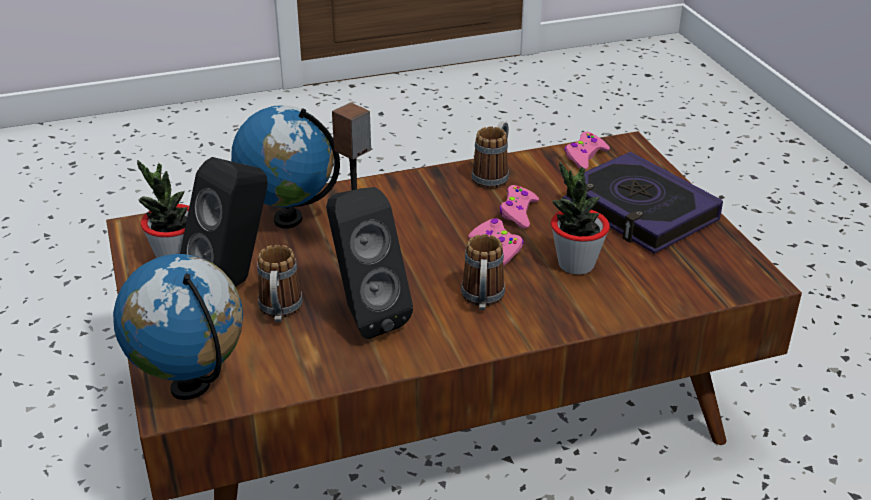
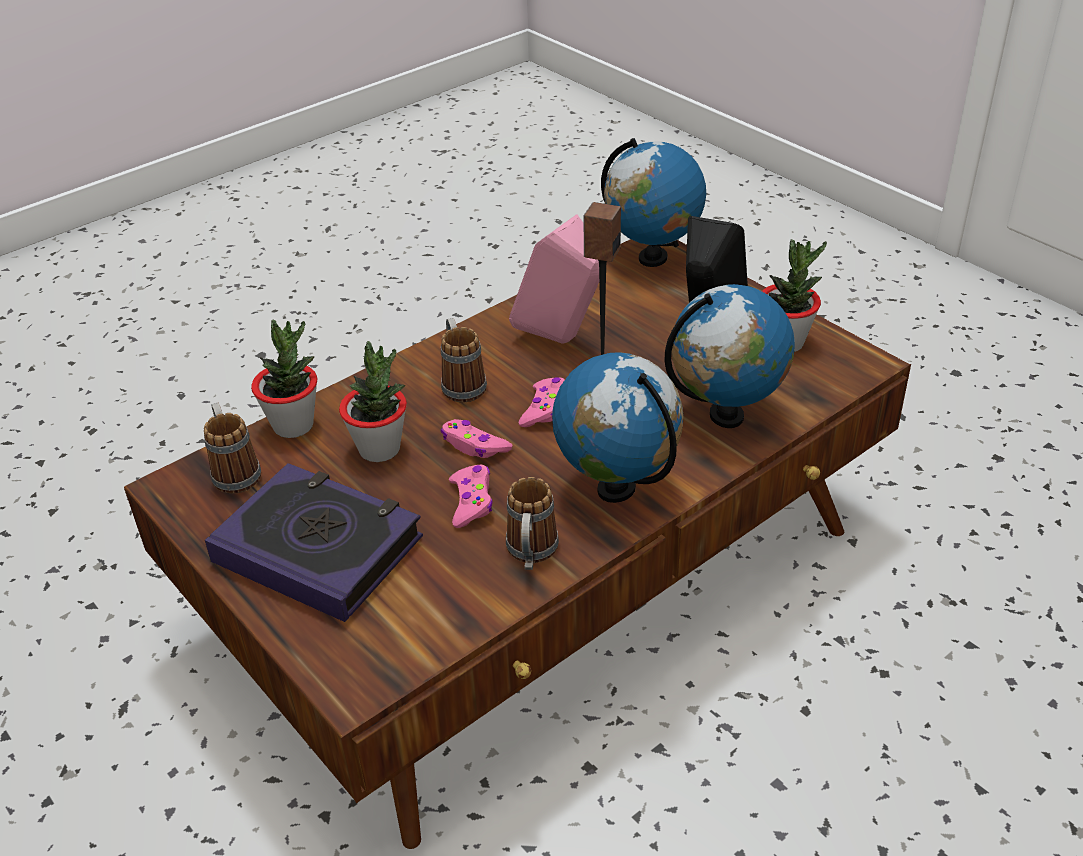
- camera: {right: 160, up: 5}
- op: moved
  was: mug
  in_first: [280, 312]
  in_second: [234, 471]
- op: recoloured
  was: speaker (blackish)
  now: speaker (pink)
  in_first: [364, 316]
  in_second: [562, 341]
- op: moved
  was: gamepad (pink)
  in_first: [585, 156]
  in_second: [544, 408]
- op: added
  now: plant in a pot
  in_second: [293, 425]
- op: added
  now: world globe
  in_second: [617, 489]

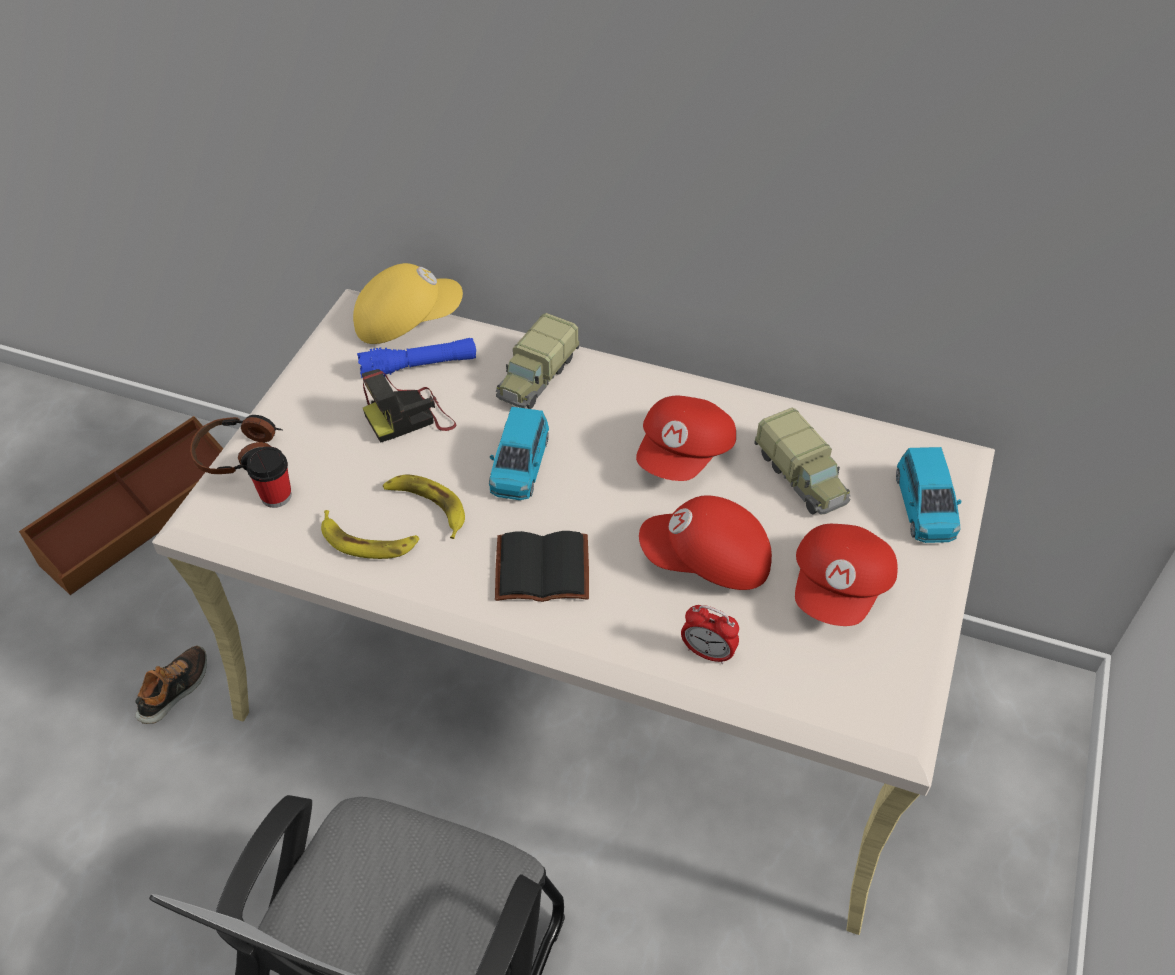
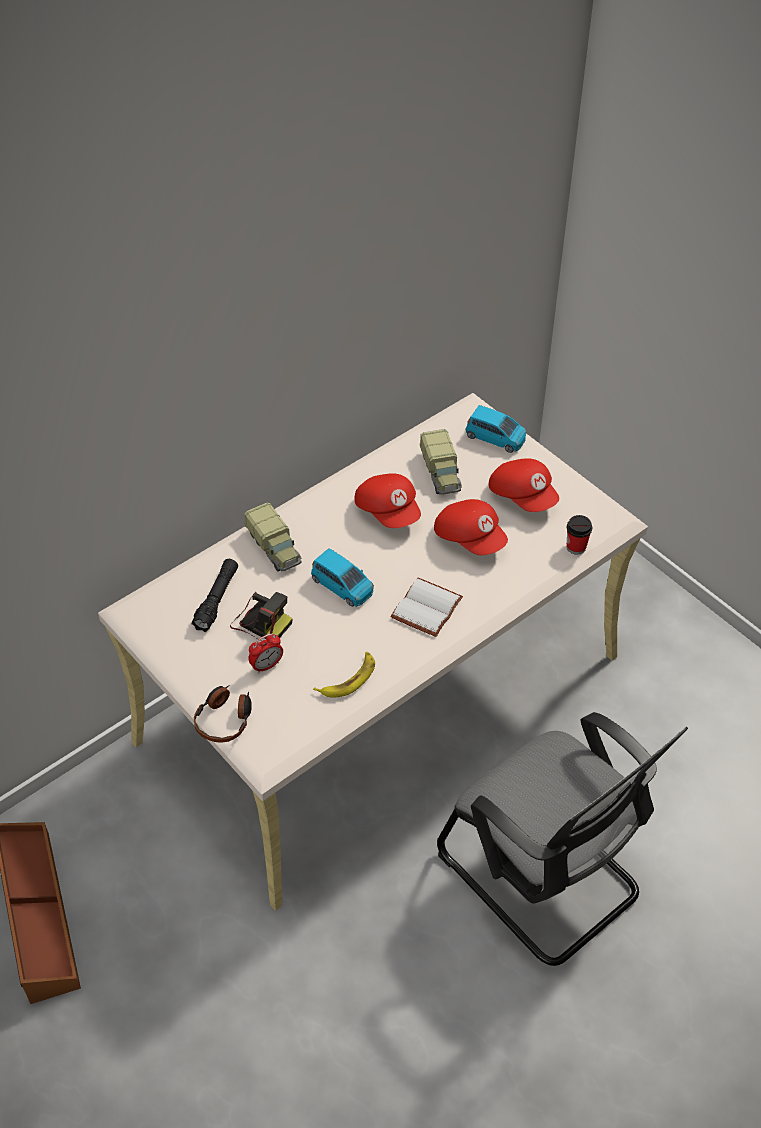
- camera: {right: -60, up: 0}
- op: removed
  was: shoe
  in_first: [175, 689]
- op: moved
  was: small cup
  in_first: [276, 496]
  in_second: [576, 547]
- op: removed
  was: baseball cap (yellowish)
  in_first: [407, 321]
- op: recoloured
  was: hand torch (blue-coloured)
  now: hand torch (blackish)
  in_first: [419, 366]
  in_second: [217, 600]
- op: turned
  was: still camera
  in_first: [410, 418]
  in_second: [260, 621]
  clockwise: -60
- op: removed
  was: whole banana
  in_first: [427, 507]
- op: recoloured
  was: bound book (blackish)
  now: bound book (white)
  in_first: [540, 571]
  in_second: [428, 609]
- op: turned
  was: baseball cap (red-coloured)
  in_first: [707, 562]
  in_second: [470, 538]
  clockwise: -75
- op: moved
  was: alarm clock
  in_first: [707, 653]
  in_second: [266, 665]
- op: turned
  was: toy lorry
  in_first: [801, 477]
  in_second: [441, 473]
  clockwise: 75

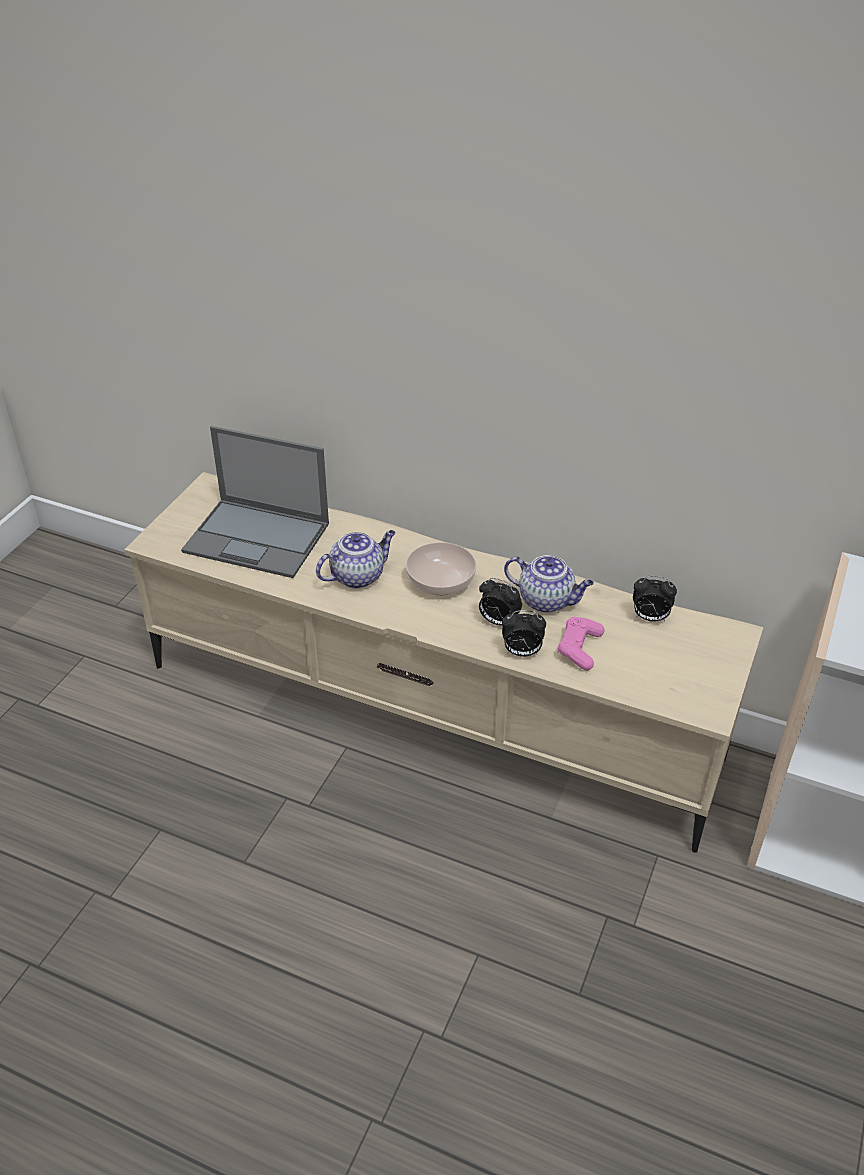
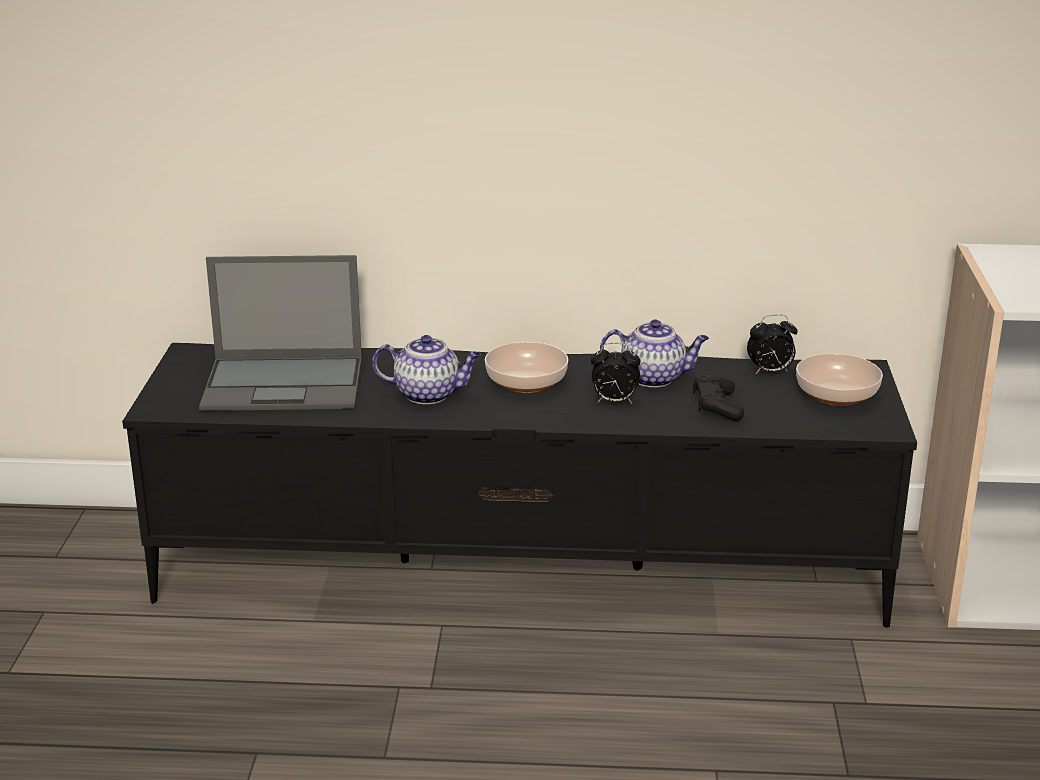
- camera: {right: -20, up: -15}
- op: recoloured
  was: tv unit (sand-coloured)
  now: tv unit (blackish)
  in_first: [433, 708]
  in_second: [521, 569]
- op: turned
  was: pot for tea
  in_first: [358, 576]
  in_second: [429, 394]
  clockwise: 60
- op: removed
  was: alarm clock
  in_first: [521, 652]
- op: recoloured
  was: gamepad (pink)
  now: gamepad (blackish)
  in_first: [579, 648]
  in_second: [717, 407]
- op: added
  now: deep dish
  in_second: [837, 394]

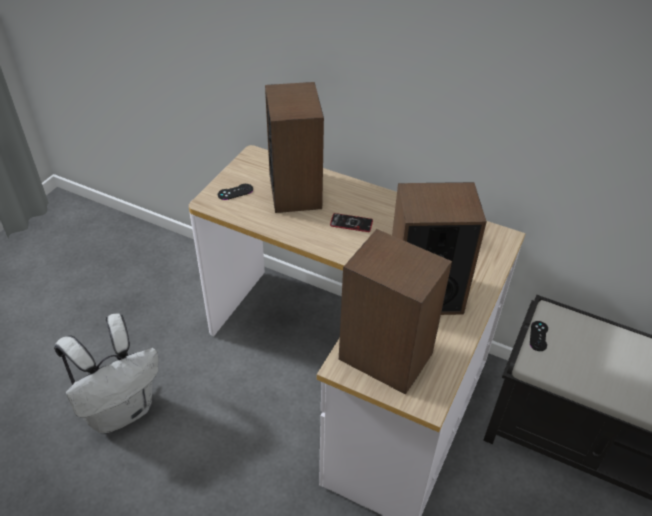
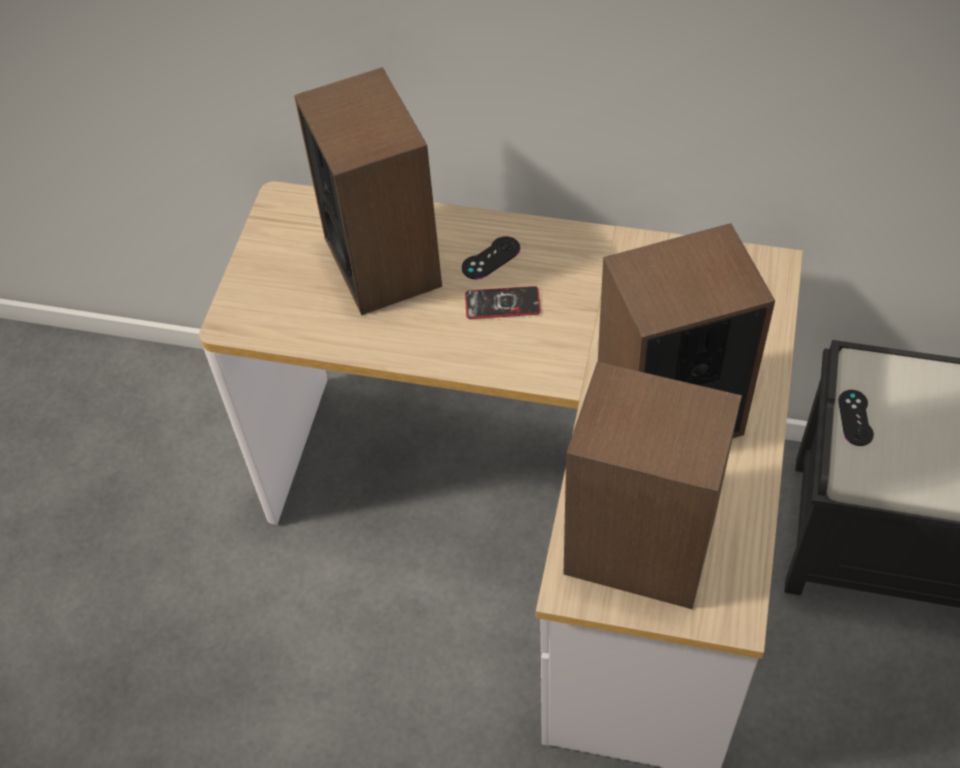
- camera: {right: -10, up: 10}
- op: removed
  was: backpack (white)
  in_first: [121, 409]
- op: moved
  was: gamepad (blackish)
  in_first: [235, 192]
  in_second: [491, 258]

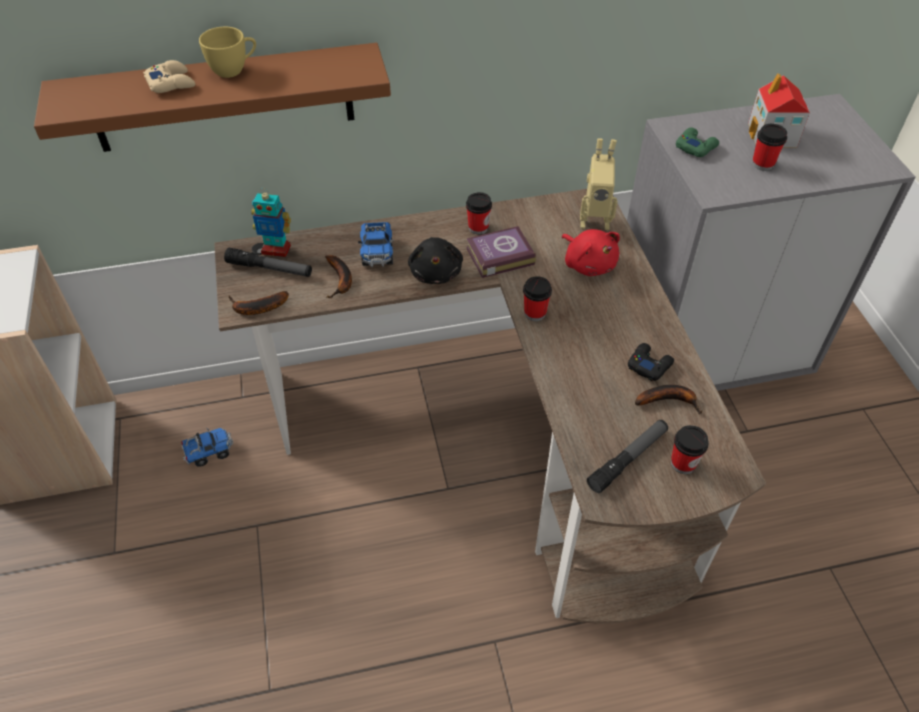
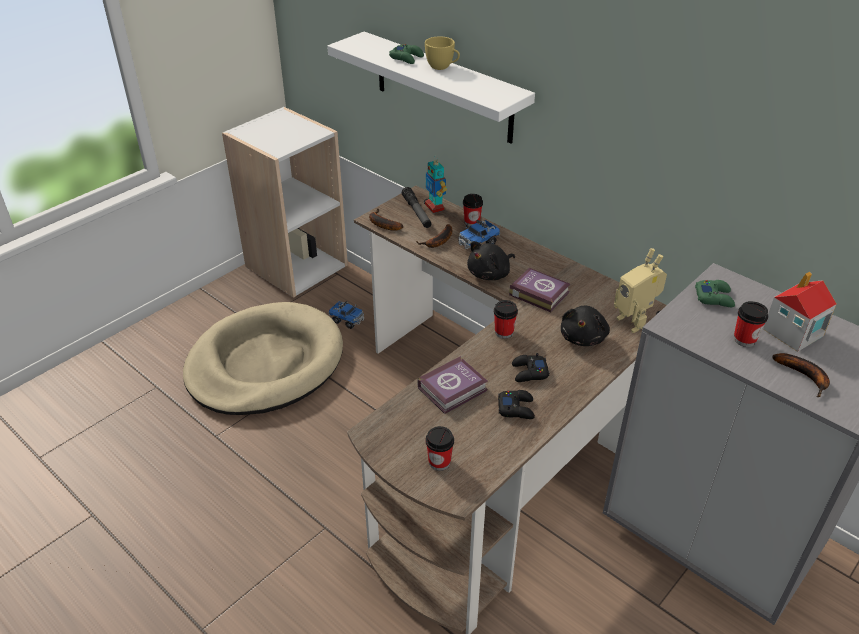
- camera: {right: 55, up: -10}
- op: recoloured
  was: shelf (brown)
  now: shelf (white)
  in_first: [223, 98]
  in_second: [443, 87]
- op: recoloured
  was: gamepad (sand-coloured)
  now: gamepad (greenish)
  in_first: [171, 83]
  in_second: [407, 58]
- op: moved
  was: small cup
  in_first: [478, 227]
  in_second: [472, 222]
- op: recoloured
  was: soft toy (red-coloured)
  now: soft toy (blackish)
  in_first: [588, 264]
  in_second: [583, 337]
- op: removed
  was: hand torch
  in_first: [628, 459]
- op: moved
  was: whole banana
  in_first: [669, 400]
  in_second: [805, 377]
- op: added
  now: dog bed (sand-coloured)
  in_second: [265, 363]
- op: added
  now: bound book
  in_second: [454, 389]
- op: added
  now: gamepad (blackish)
  in_second: [529, 372]

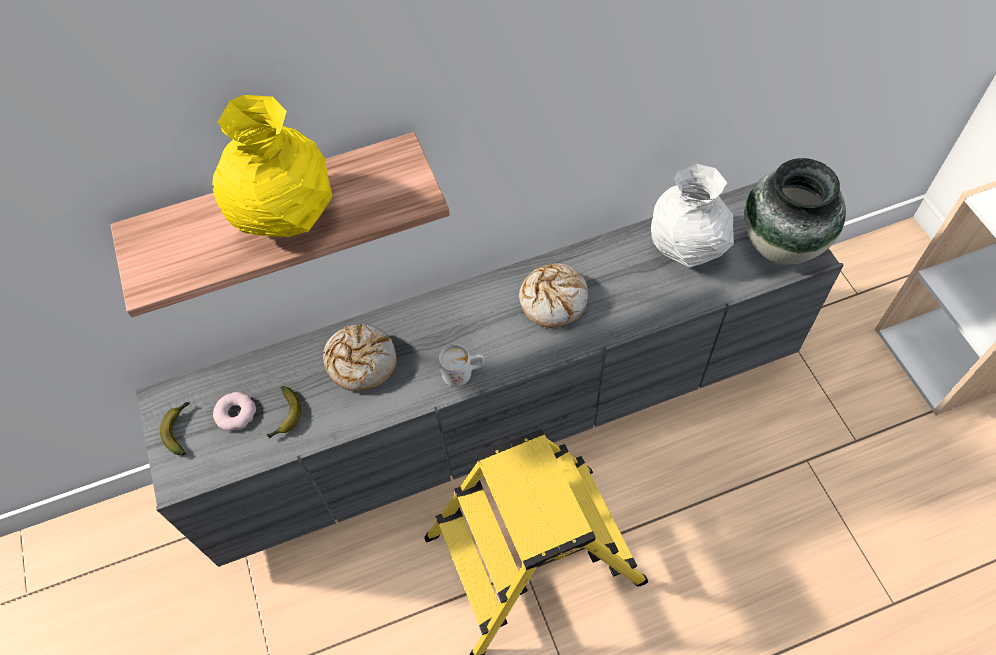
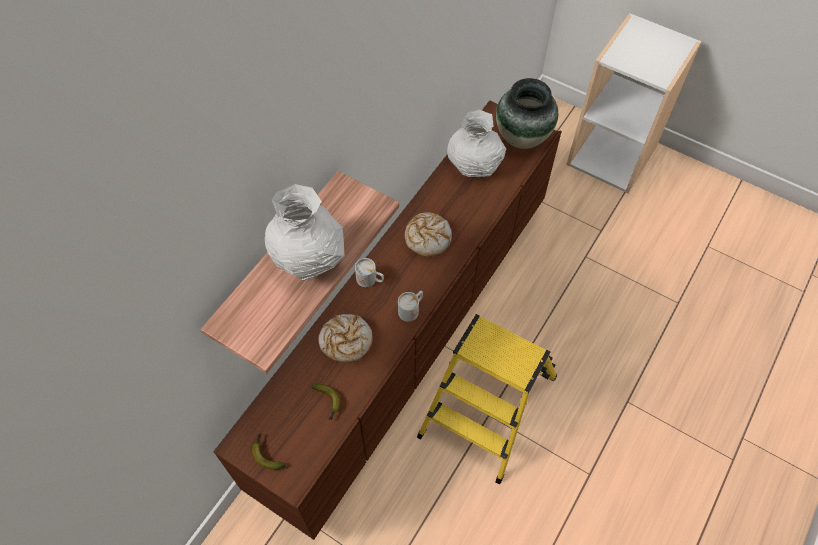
- camera: {right: -40, up: 0}
- op: recoloured
  was: storage cabinet (gray)
  now: storage cabinet (brown)
  in_first: [504, 420]
  in_second: [408, 339]
- op: recoloured
  was: vase (yellowish)
  now: vase (white)
  in_first: [287, 215]
  in_second: [309, 258]
- op: removed
  was: donut
  in_first: [236, 413]
- op: added
  now: mug (white)
  in_second: [370, 280]

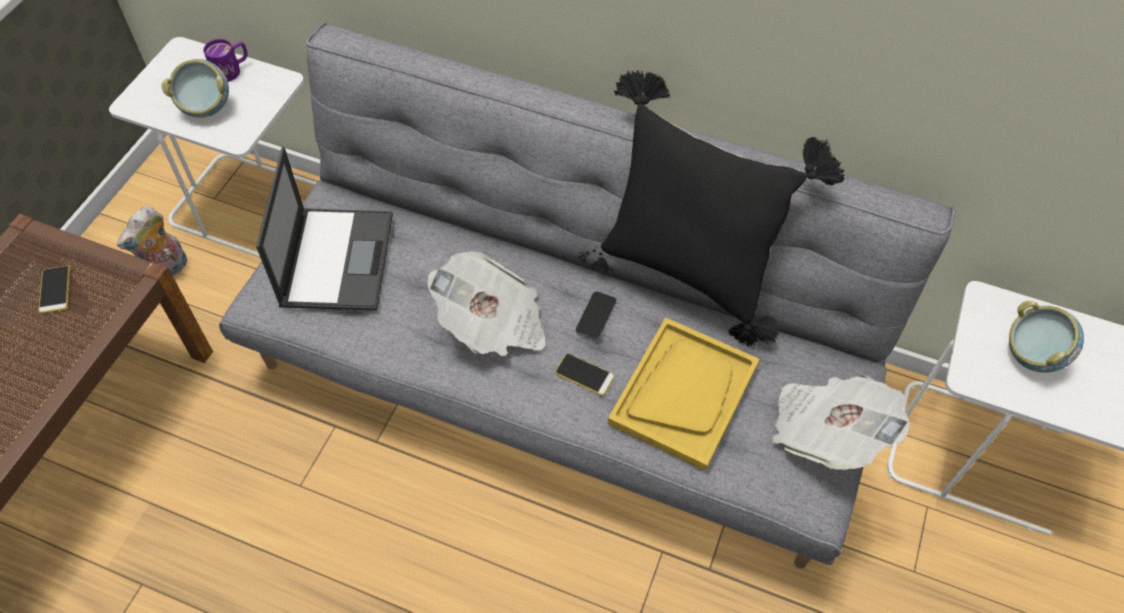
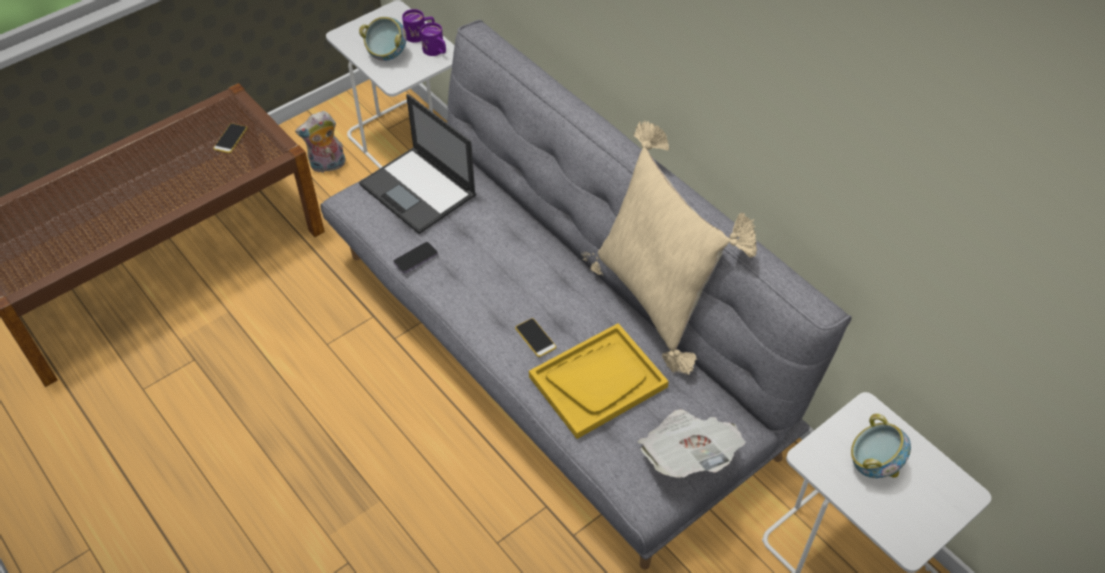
- camera: {right: 30, up: -5}
- op: turned
  was: portable computer
  in_first: [337, 258]
  in_second: [419, 190]
  clockwise: 105
- op: removed
  was: printed paper
  in_first: [492, 324]
- op: recoloured
  was: pillow (blackish)
  now: pillow (sand-coloured)
  in_first: [685, 280]
  in_second: [657, 307]
- op: moved
  was: phone
  in_first: [596, 316]
  in_second: [415, 258]
- op: added
  now: mug (purple-coloured)
  in_second: [436, 51]

